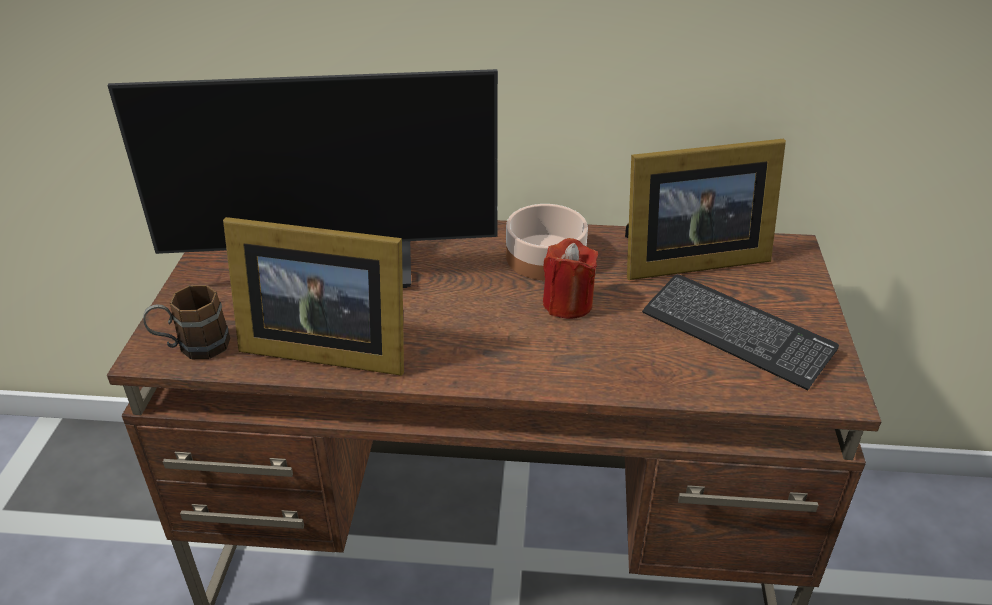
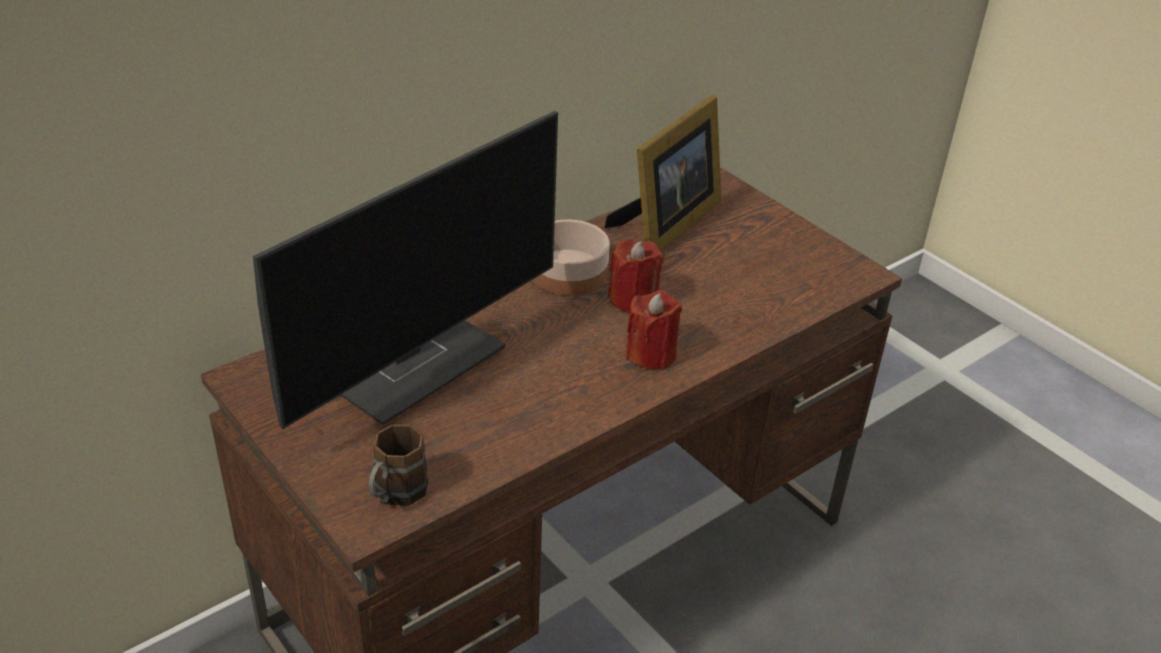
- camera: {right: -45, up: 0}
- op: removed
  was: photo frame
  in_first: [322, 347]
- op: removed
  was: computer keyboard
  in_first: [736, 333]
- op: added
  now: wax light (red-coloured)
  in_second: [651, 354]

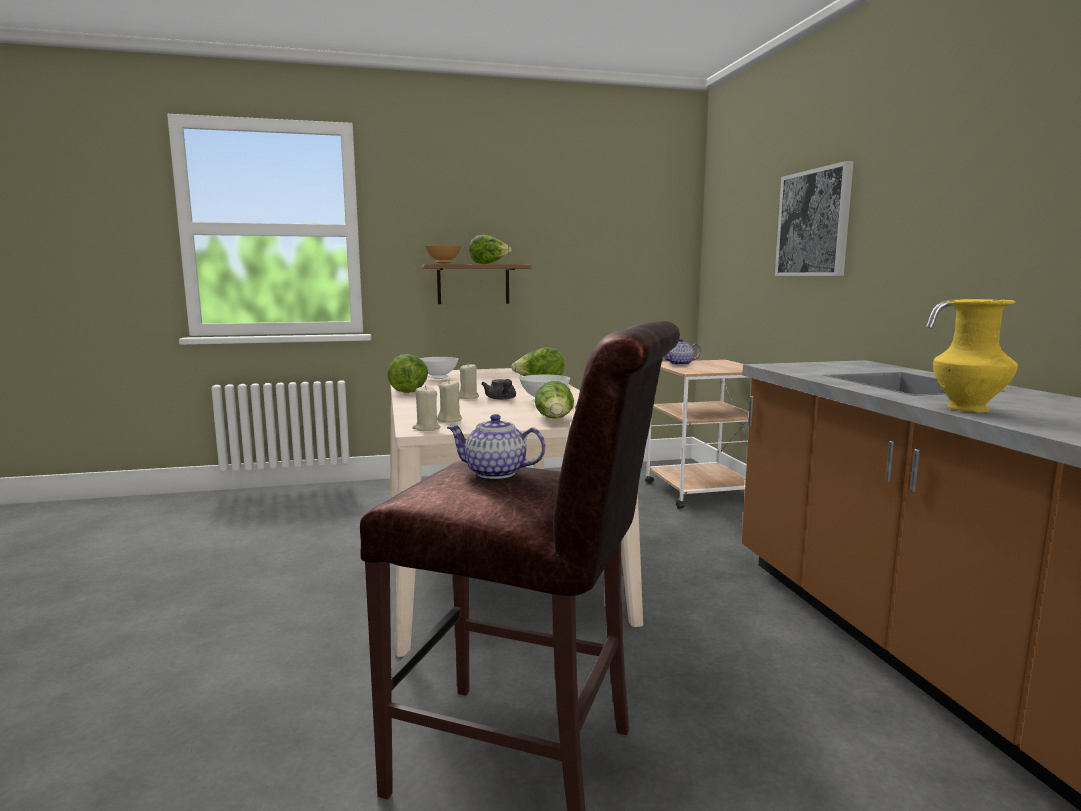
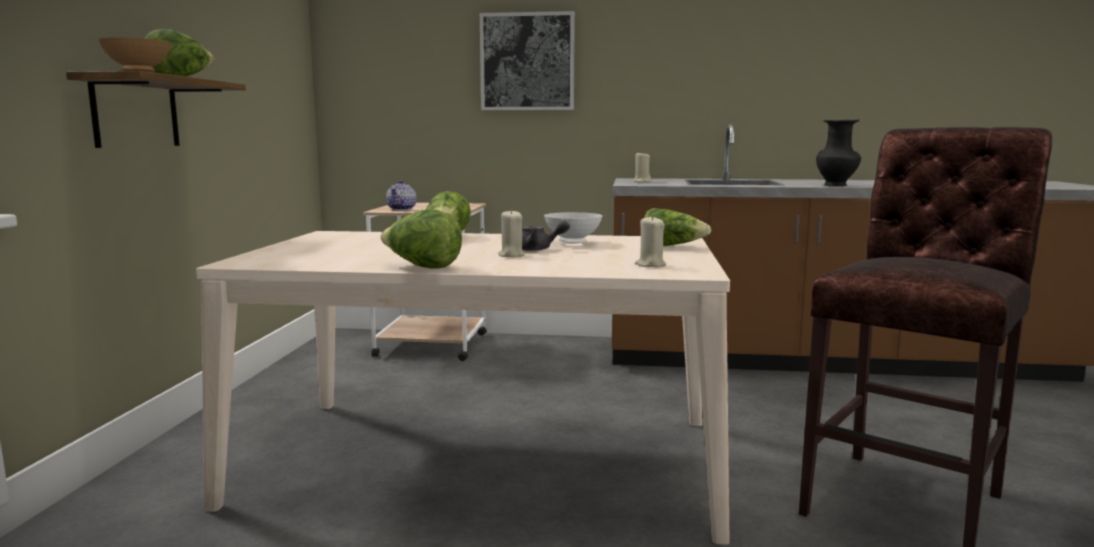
- camera: {right: -70, up: 0}
- op: moved
  was: wax light (sand-coloured)
  in_first: [426, 428]
  in_second: [641, 181]
- op: removed
  was: deep dish (white)
  in_first: [438, 378]
- op: removed
  was: pot for tea
  in_first: [496, 473]
- op: recoloured
  was: vase (yellowish)
  now: vase (blackish)
  in_first: [969, 409]
  in_second: [836, 185]

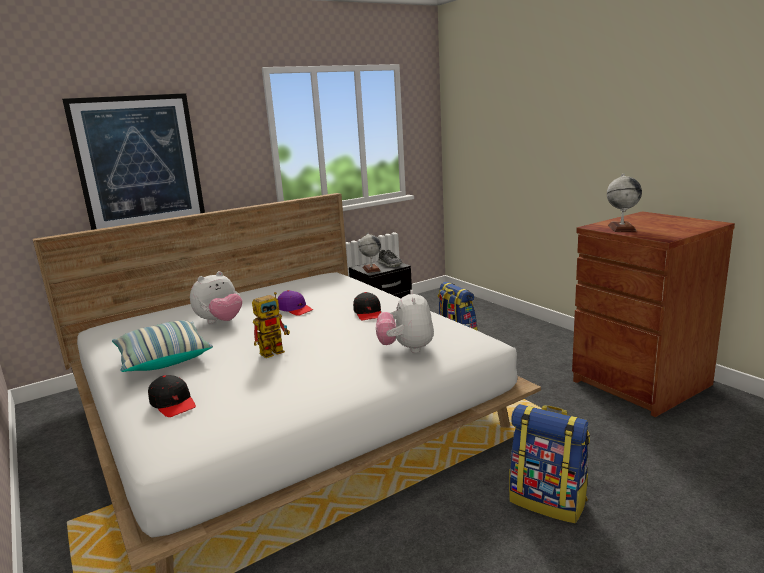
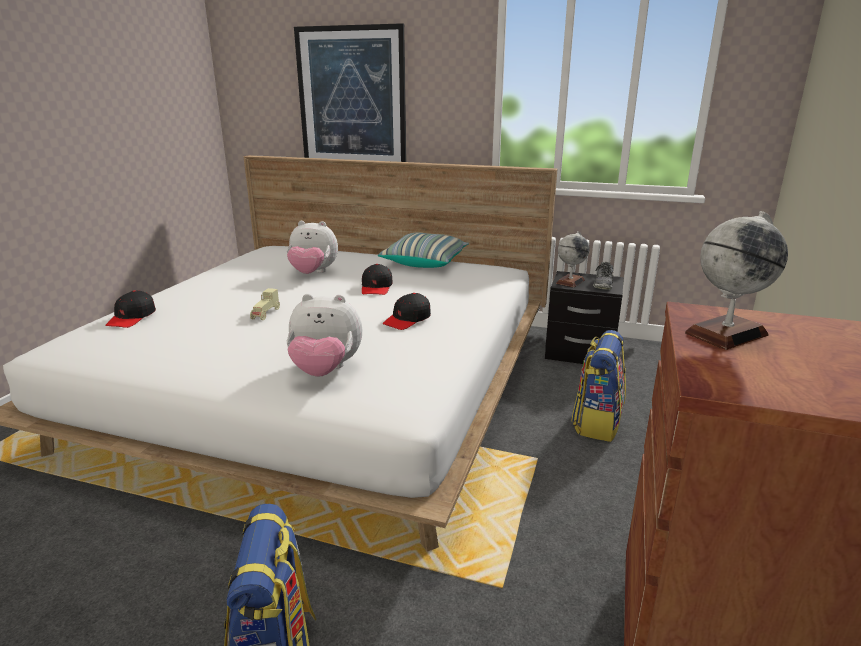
- camera: {right: 50, up: 5}
- op: moved
  was: pillow
  in_first: [163, 359]
  in_second: [425, 262]
- op: replaced
  was: model robot
  now: miniature car (sand-coloured)
  in_first: [275, 350]
  in_second: [266, 314]
- op: recoloured
  was: baseball cap (purple-coloured)
  now: baseball cap (blackish)
  in_first: [295, 309]
  in_second: [376, 287]
- op: turned
  was: soft toy
  in_first: [406, 349]
  in_second: [325, 370]
  clockwise: -135

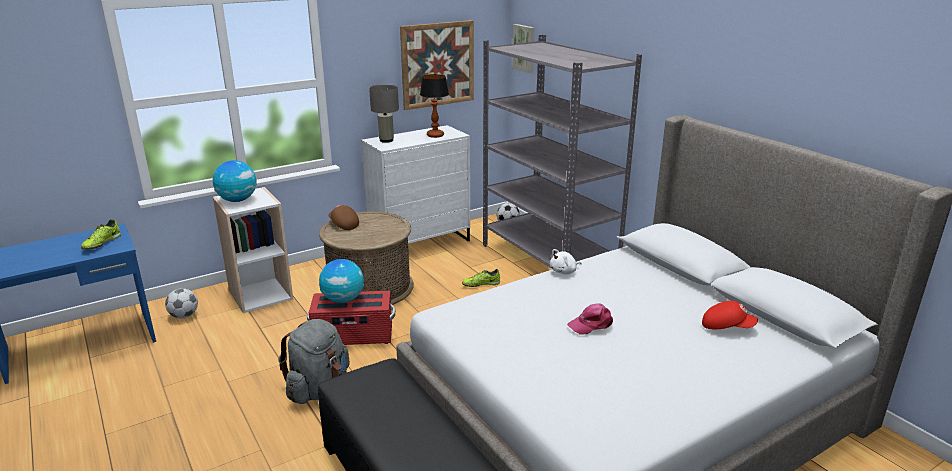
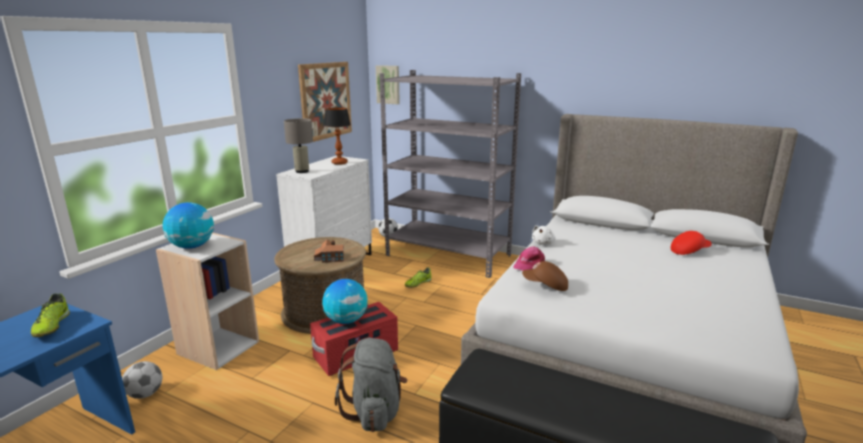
- camera: {right: -30, up: -5}
- op: moved
  was: baseball cap (brown)
  in_first: [343, 224]
  in_second: [545, 286]
- op: moved
  was: baseball cap (pink)
  in_first: [591, 324]
  in_second: [529, 265]
- op: added
  now: miniature house
  in_second: [329, 258]

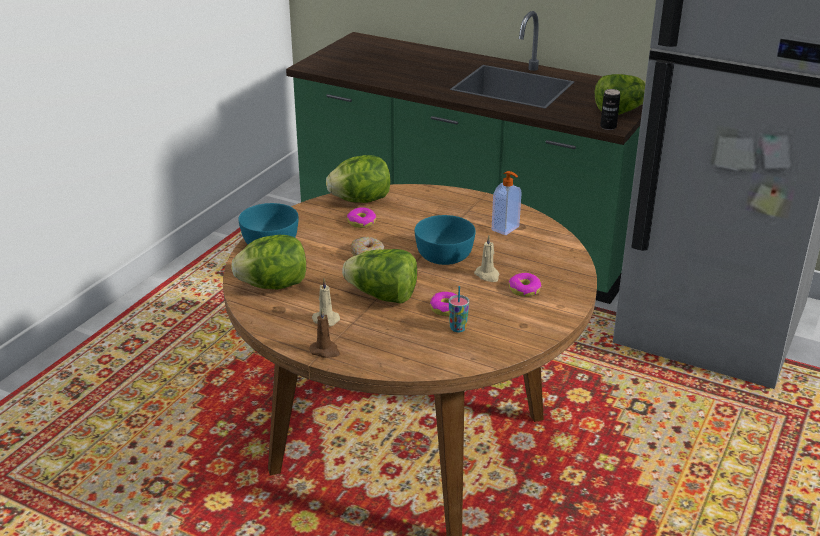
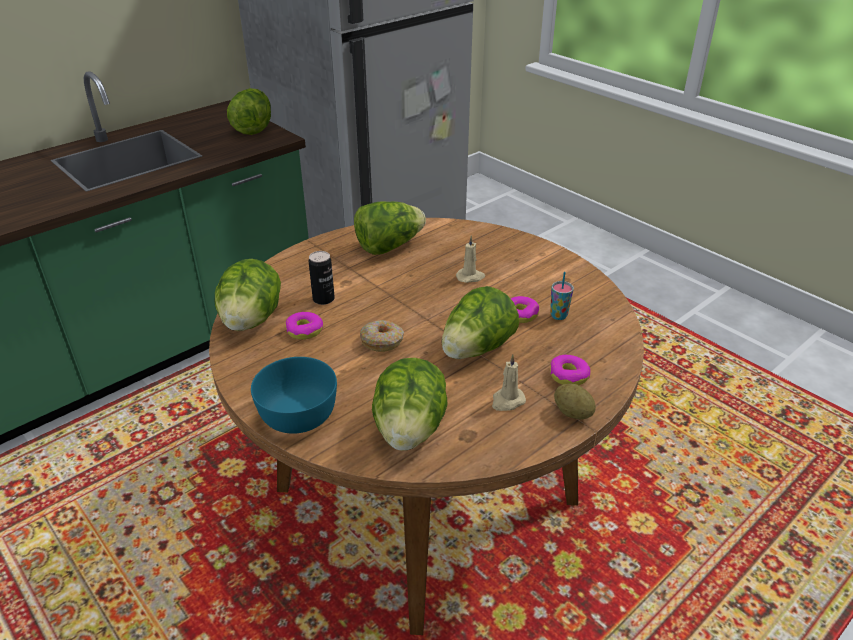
- camera: {right: -70, up: 5}
- op: replaced
  was: wax light (brown)
  now: whole potato
  in_first: [325, 351]
  in_second: [572, 413]
- op: removed
  was: deep dish (turquoise)
  in_first: [445, 255]
- op: replaced
  was: soap bottle
  now: lettuce head
  in_first: [506, 229]
  in_second: [389, 246]
- op: moved
  was: donut
  in_first: [524, 290]
  in_second: [568, 375]
- op: moved
  was: metal can
  in_first: [608, 127]
  in_second: [323, 299]

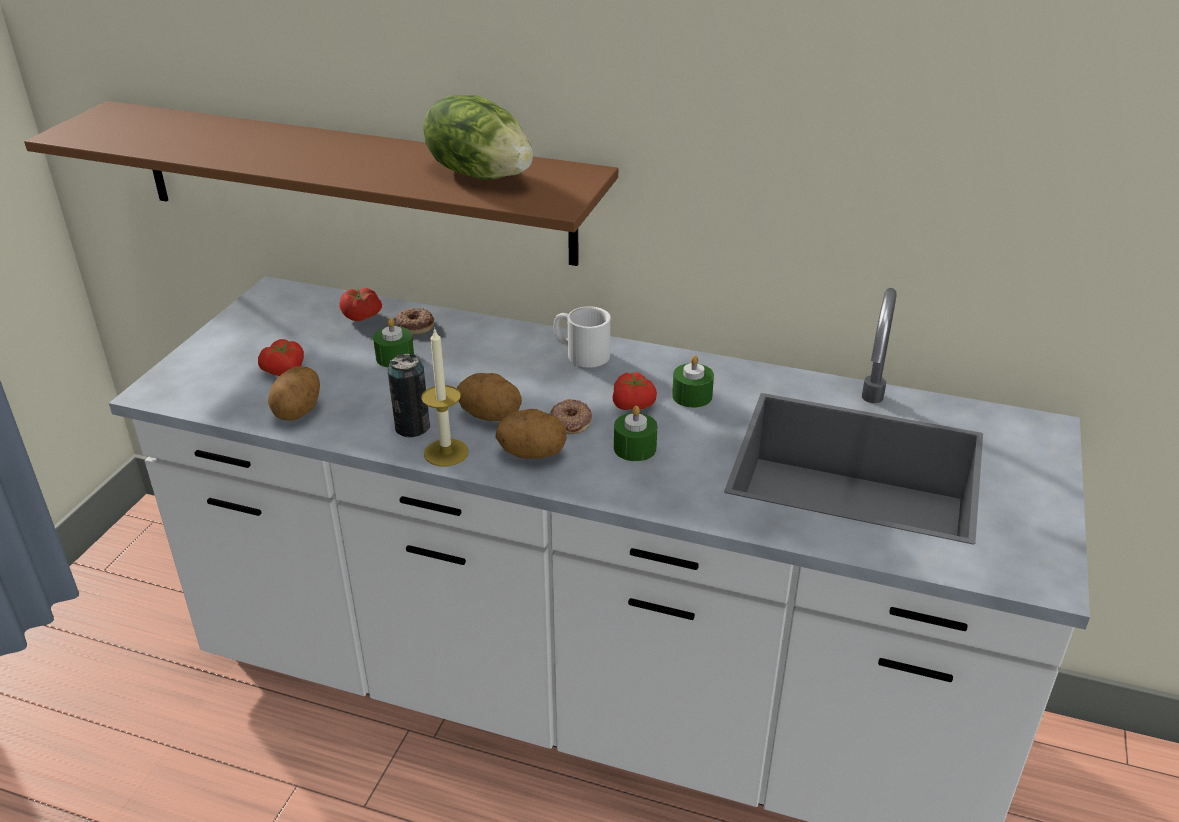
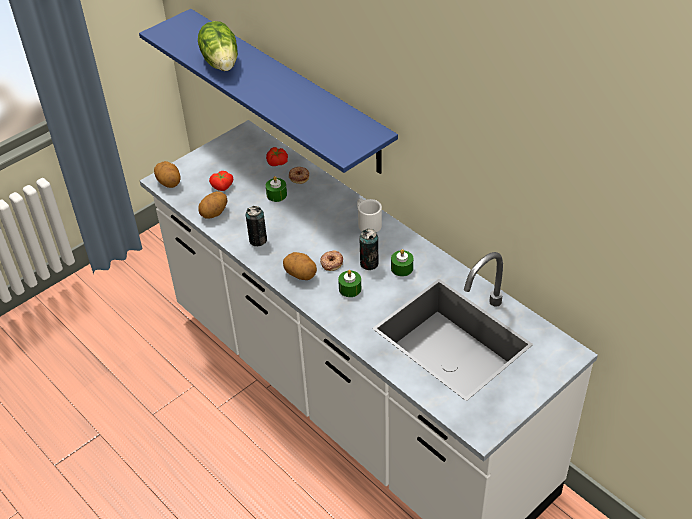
- camera: {right: 30, up: 10}
- op: recoloured
  was: shelf (brown)
  now: shelf (blue-coloured)
  in_first: [352, 182]
  in_second: [287, 90]
- op: removed
  was: wax light
  in_first: [446, 452]
- op: moved
  was: lettuce head
  in_first: [480, 174]
  in_second: [222, 62]
- op: moved
  was: whole potato
  in_first: [490, 416]
  in_second: [169, 183]
- op: replaced
  was: fresh tomato
  now: metal can
  in_first: [634, 405]
  in_second: [369, 264]

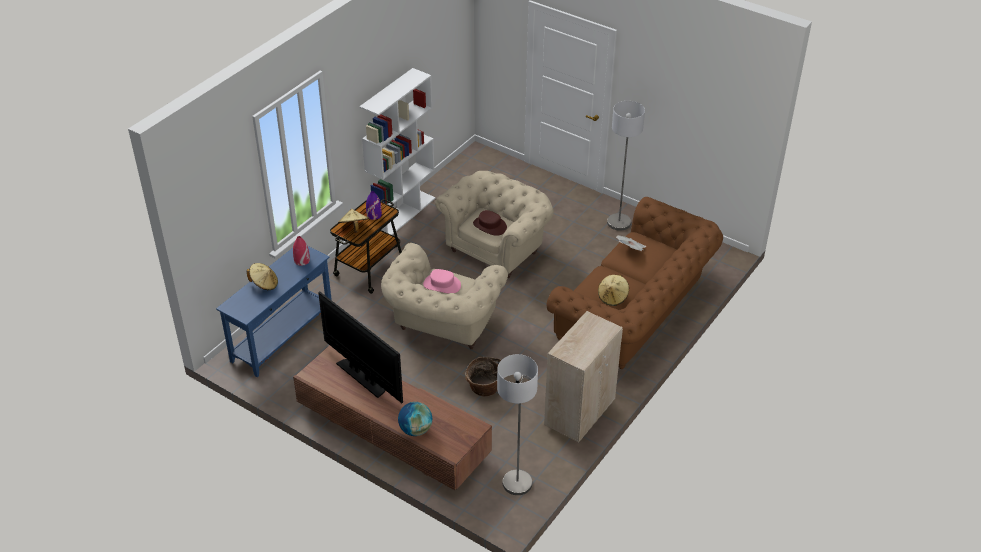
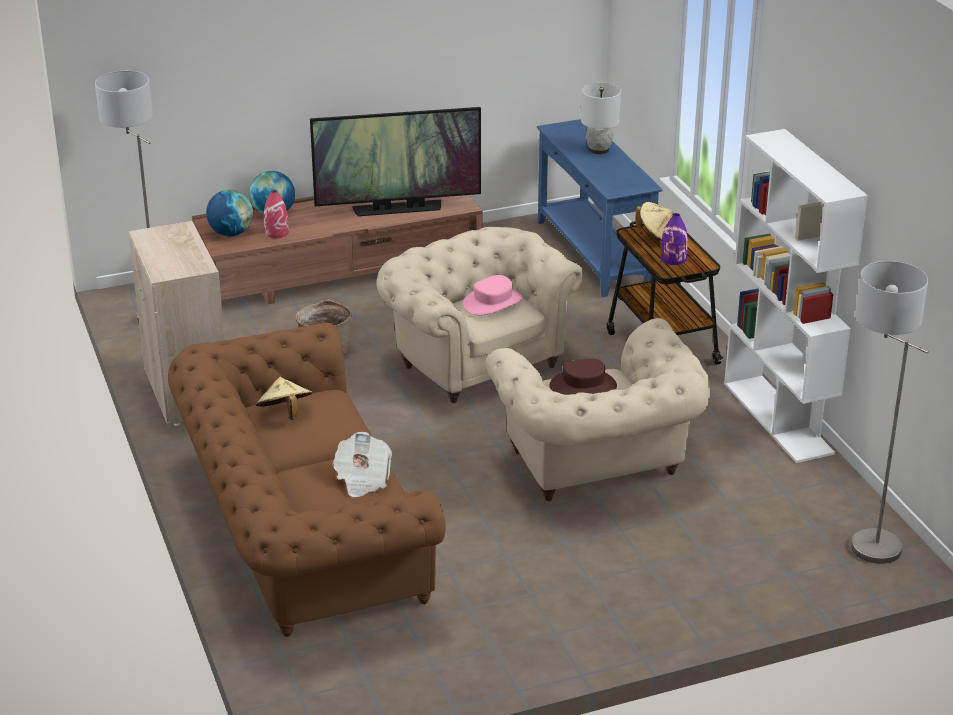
- camera: {right: 125, up: -10}
- op: replaced
  was: clothing hat (sand-coloured)
  now: lamp for a table (white)
  in_first: [264, 284]
  in_second: [599, 150]
- op: moved
  was: vase (red-coloured)
  in_first: [301, 260]
  in_second: [276, 232]
- op: moved
  was: standard lamp (gray)
  in_first: [618, 227]
  in_second: [863, 541]
- op: added
  now: world globe
  in_second: [231, 233]

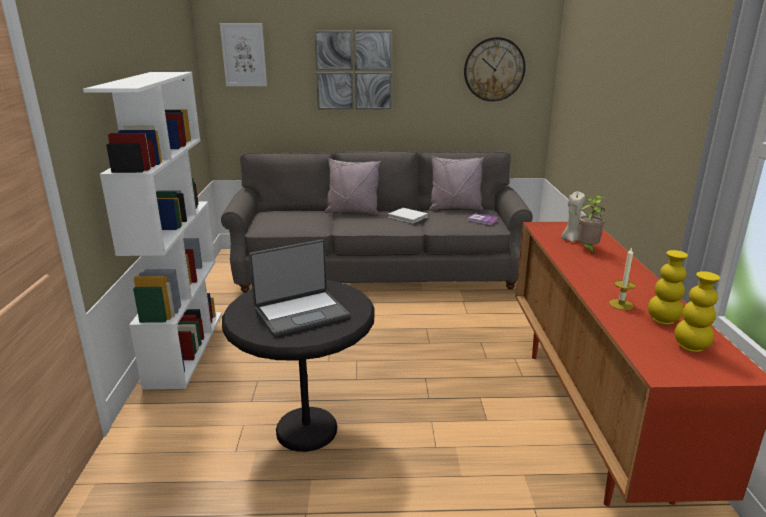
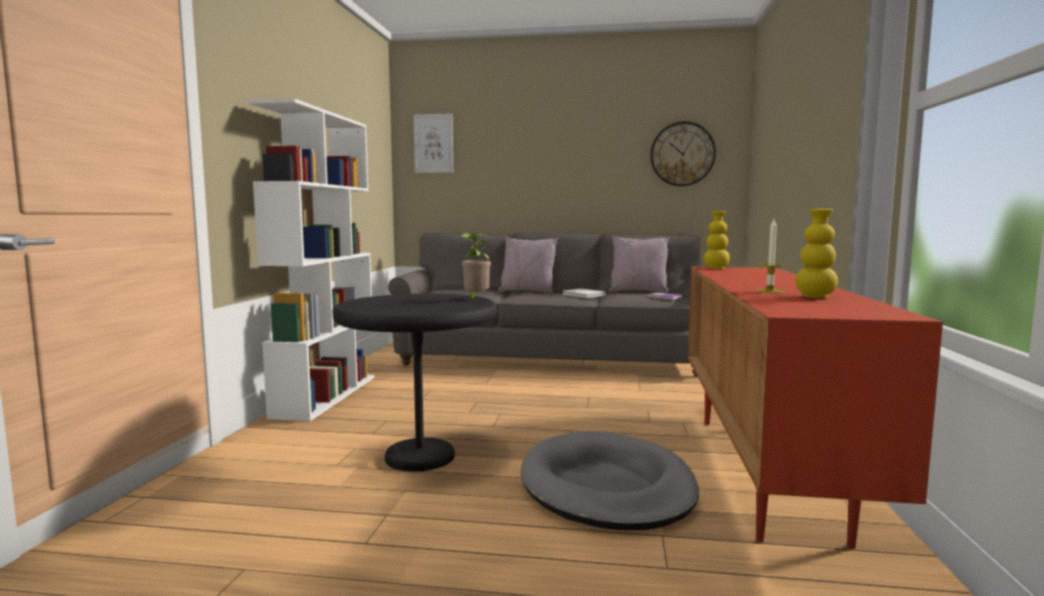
- camera: {right: 10, up: -15}
- op: removed
  was: portable computer
  in_first: [301, 313]
- op: removed
  was: wall art
  in_first: [354, 70]
- op: removed
  was: wax light (sand-coloured)
  in_first: [570, 239]
- op: moved
  was: plant in a pot
  in_first: [587, 249]
  in_second: [475, 299]
- op: moved
  was: vase (yellowish)
  in_first: [690, 347]
  in_second: [716, 268]
- op: added
  now: dog bed (gray)
  in_second: [607, 487]

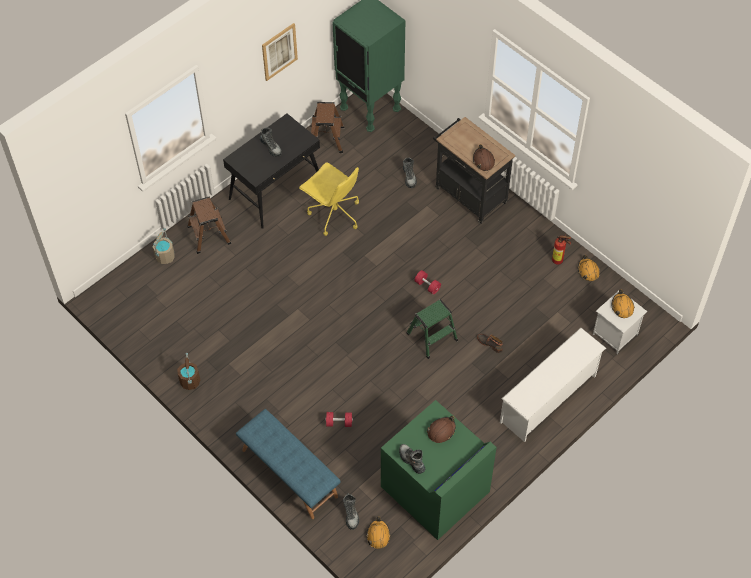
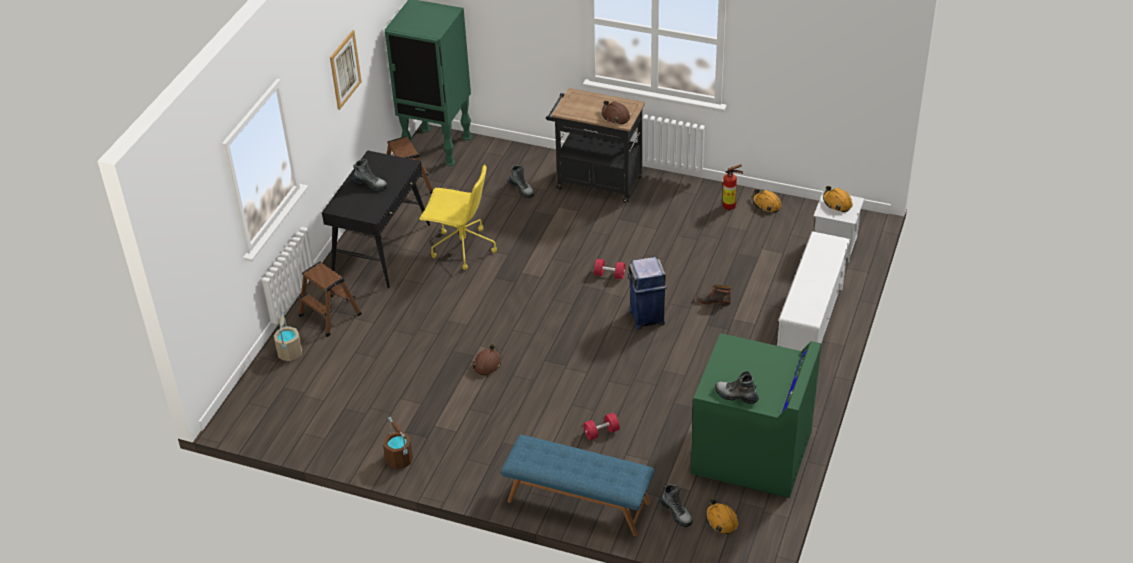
- camera: {right: -25, up: -15}
- op: replaced
  was: step stool (greenish)
  now: rubbish bin (blue-coloured)
  in_first: [431, 336]
  in_second: [647, 317]
- op: moved
  was: safety helmet (brown)
  in_first: [441, 431]
  in_second: [487, 364]

